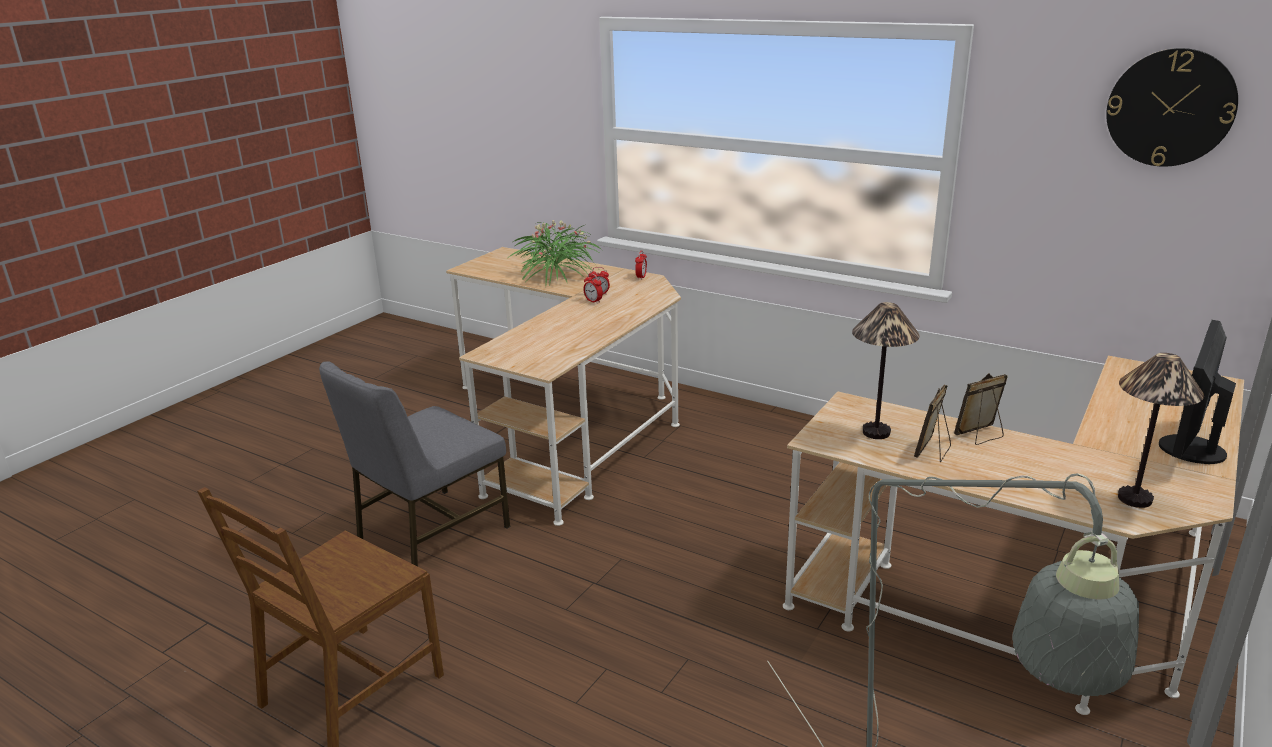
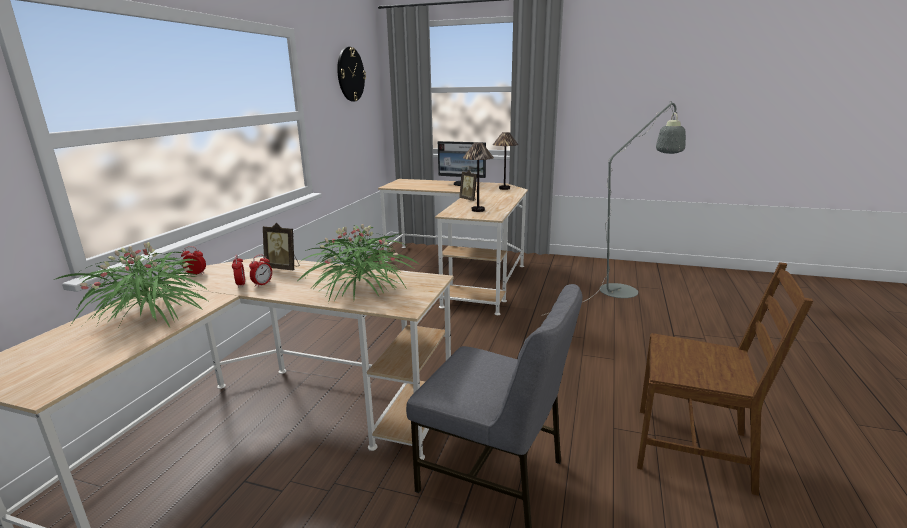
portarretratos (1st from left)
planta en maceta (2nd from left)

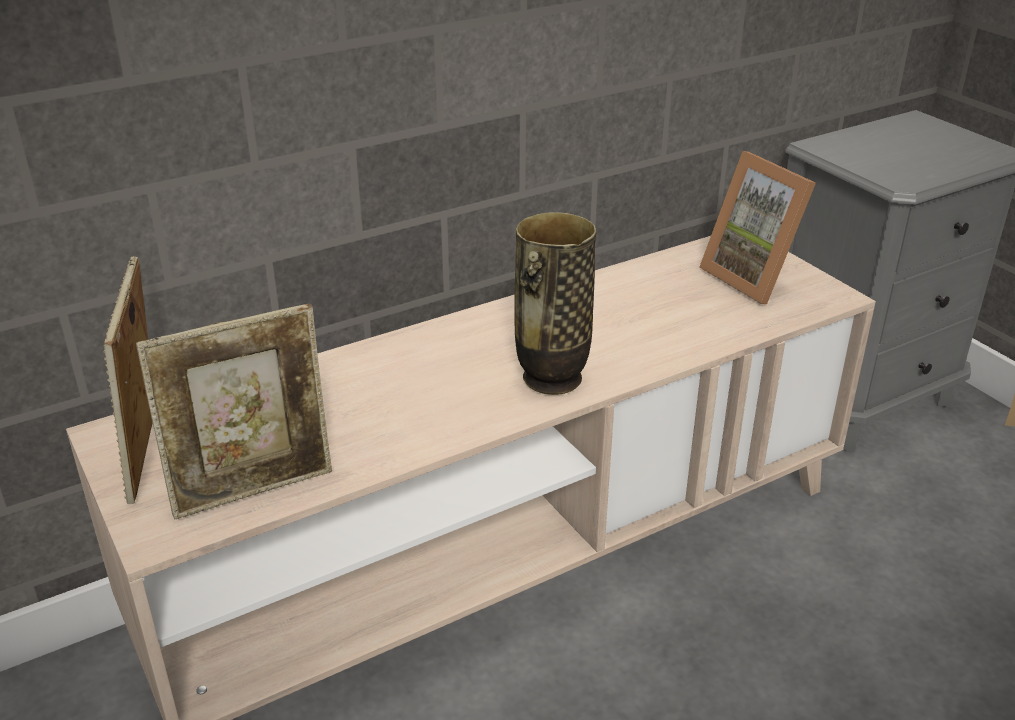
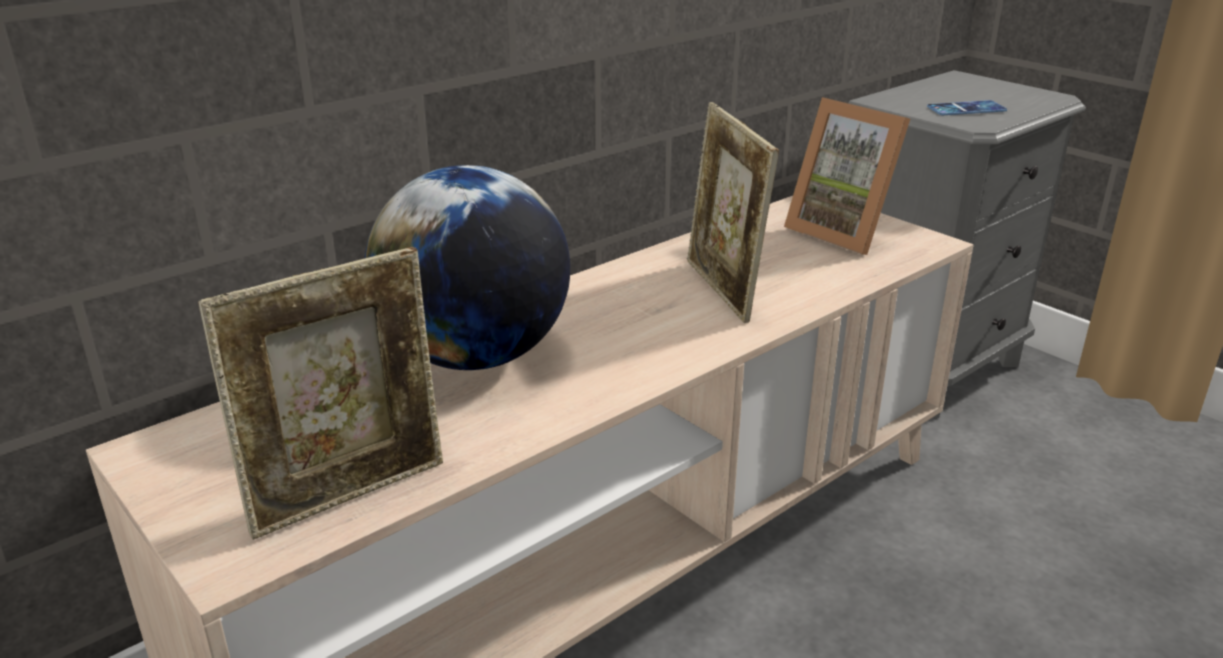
portarretratos (2nd from left)
florero
globo terráqueo
móvil

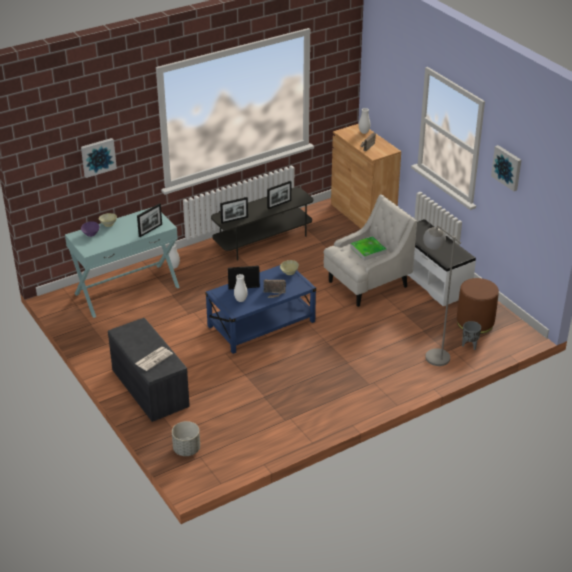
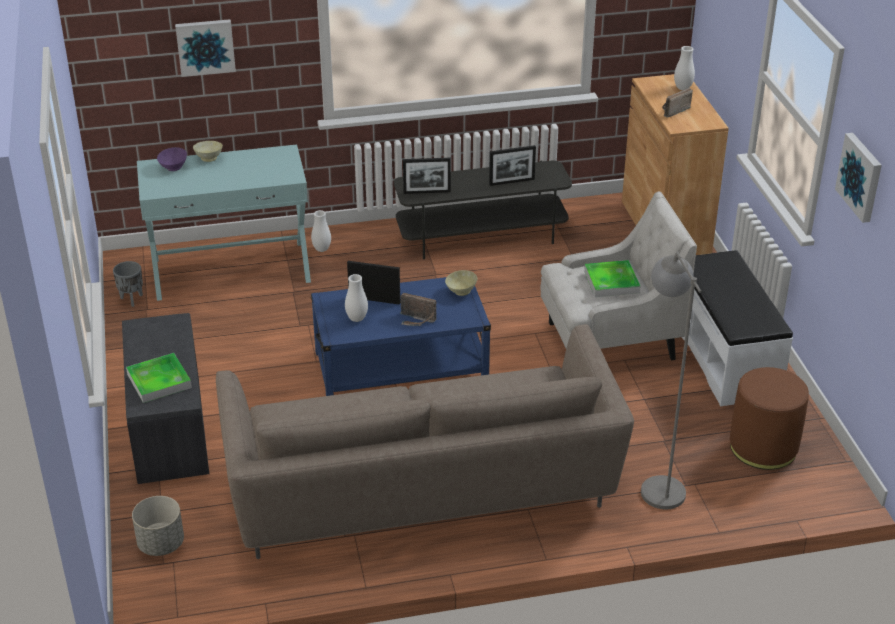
bandeja (1st from left)
portarretratos (1st from left in the first image)
maceta/gris (1st from left)
sofá/beis

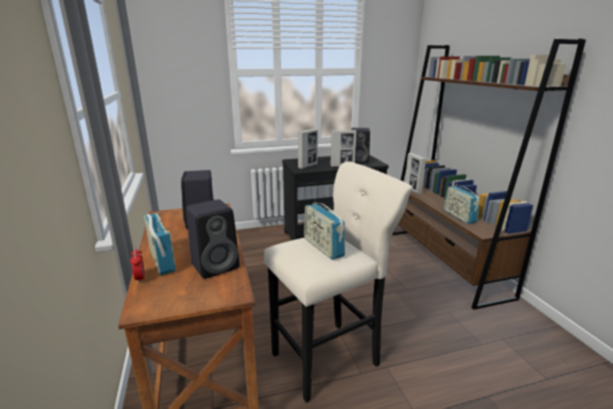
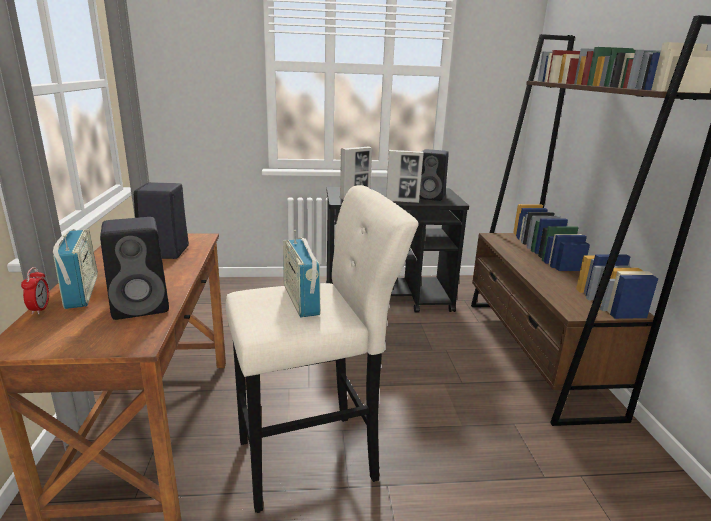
portarretratos (3rd from left in the first image)
radio (3rd from left in the first image)

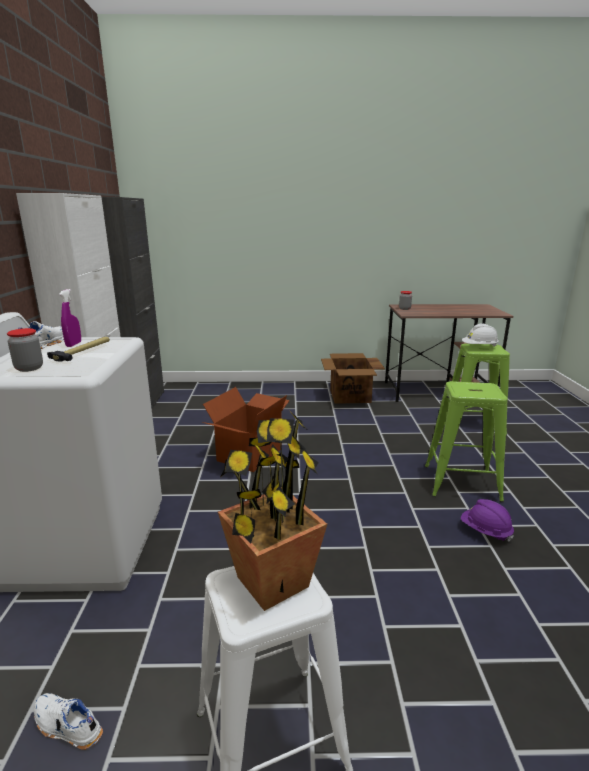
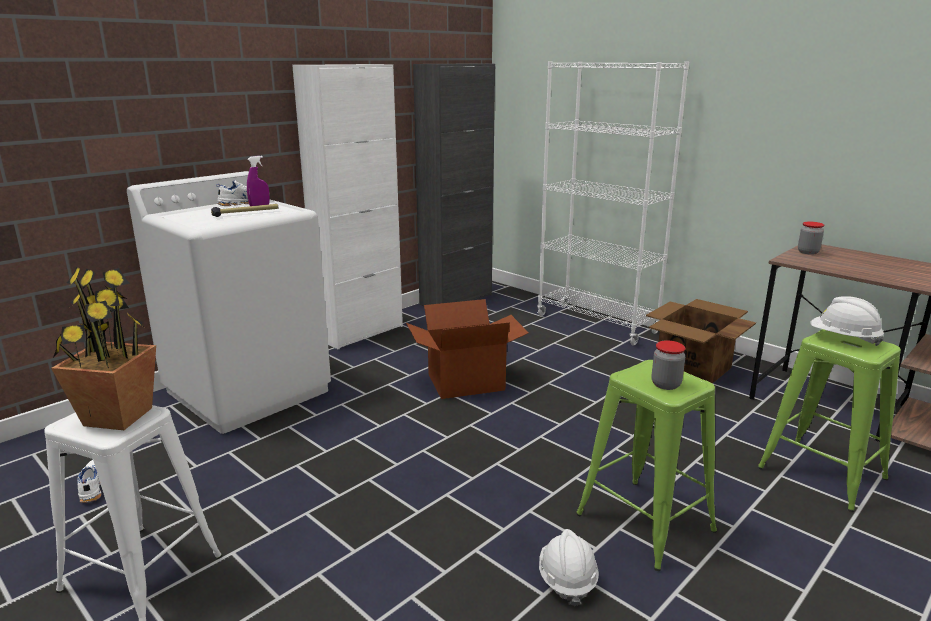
tarro (1st from left)
casco/blanco (1st from left)
estantería/blanco

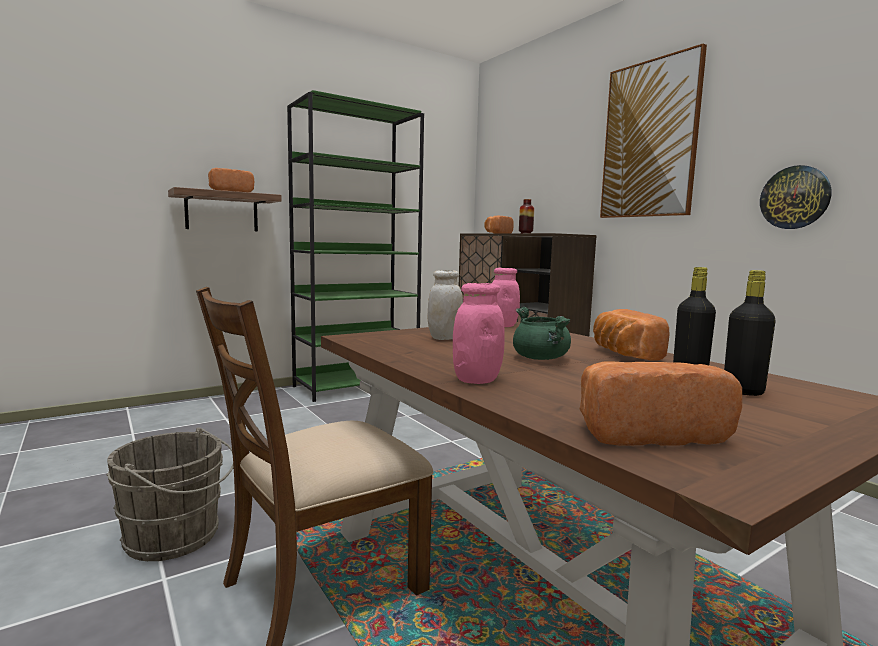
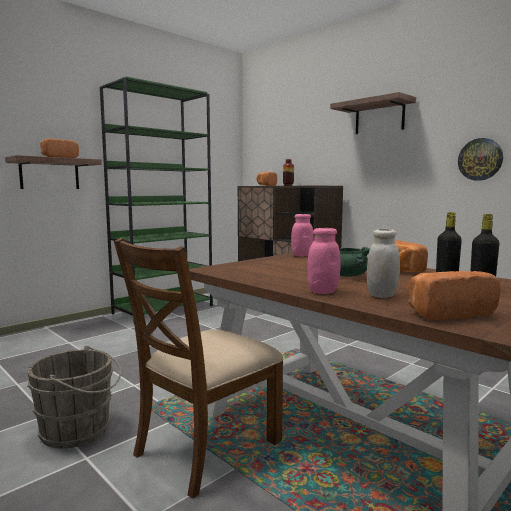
tarro/blanco
estante (2nd from left)

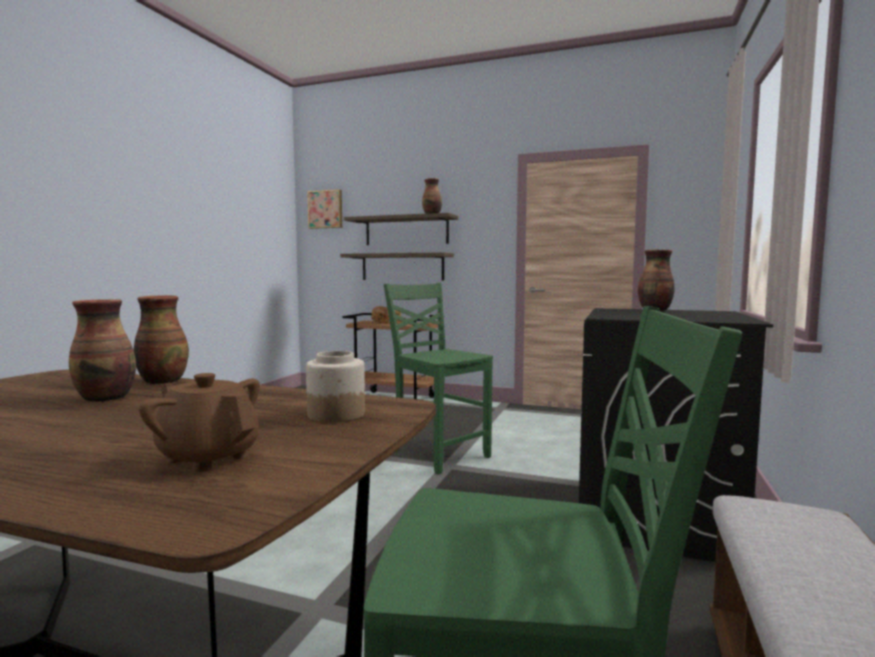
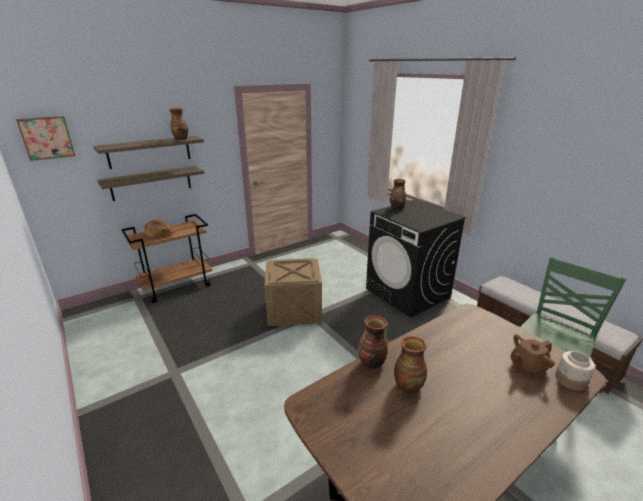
tarro
caja de embalaje

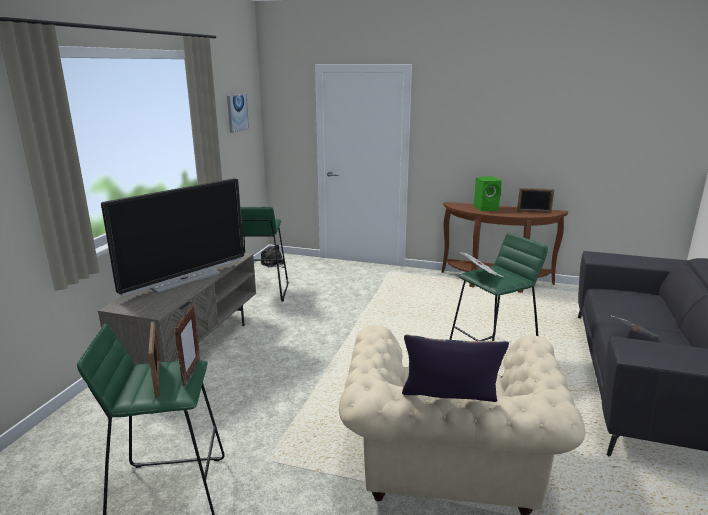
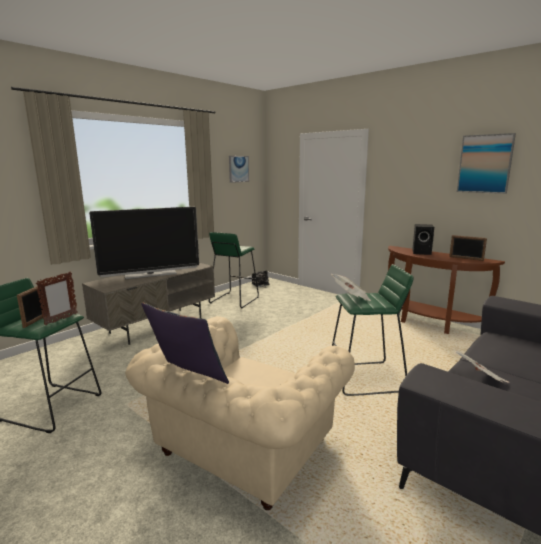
altavoz/negro
cuadro (2nd from left)

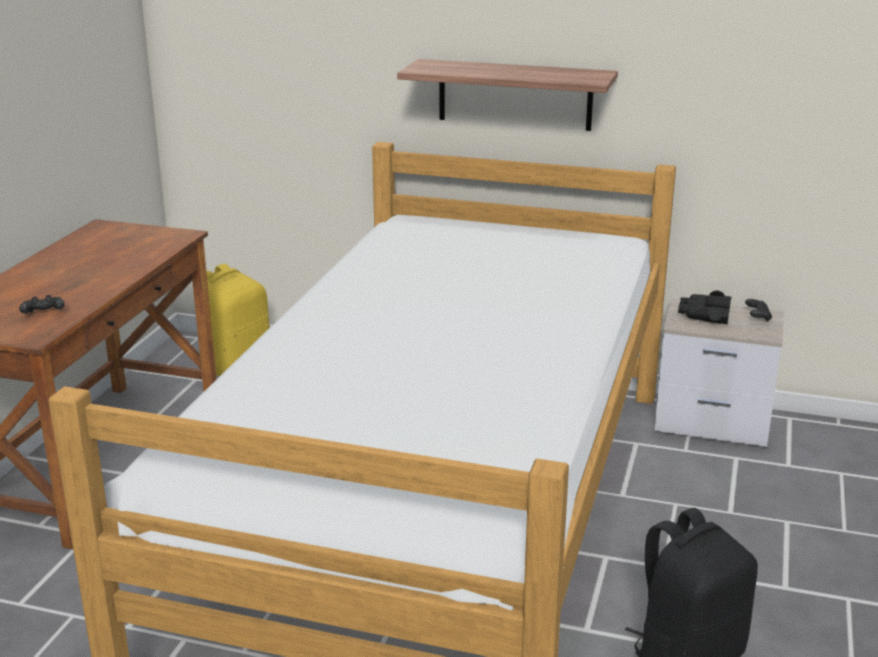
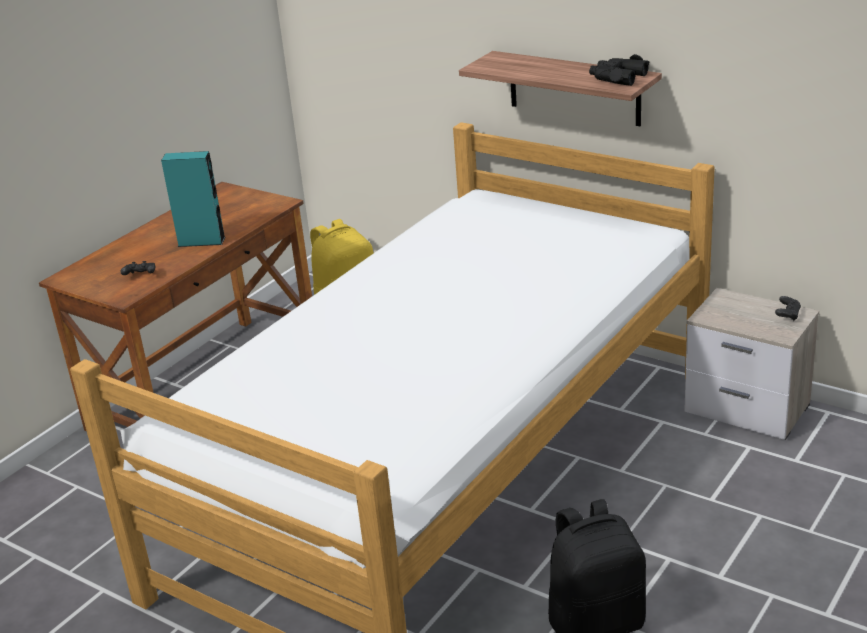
prismáticos/negro
altavoz/turquesa

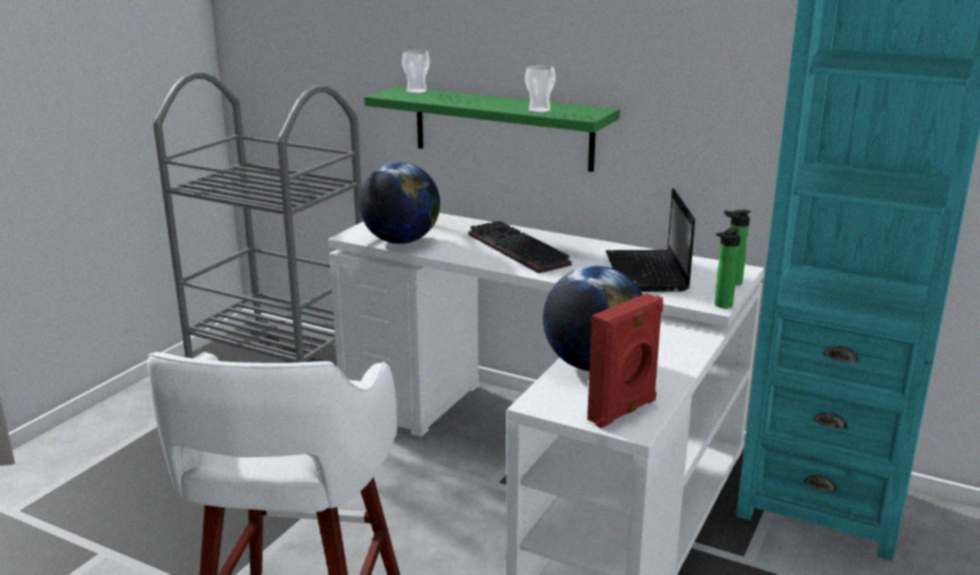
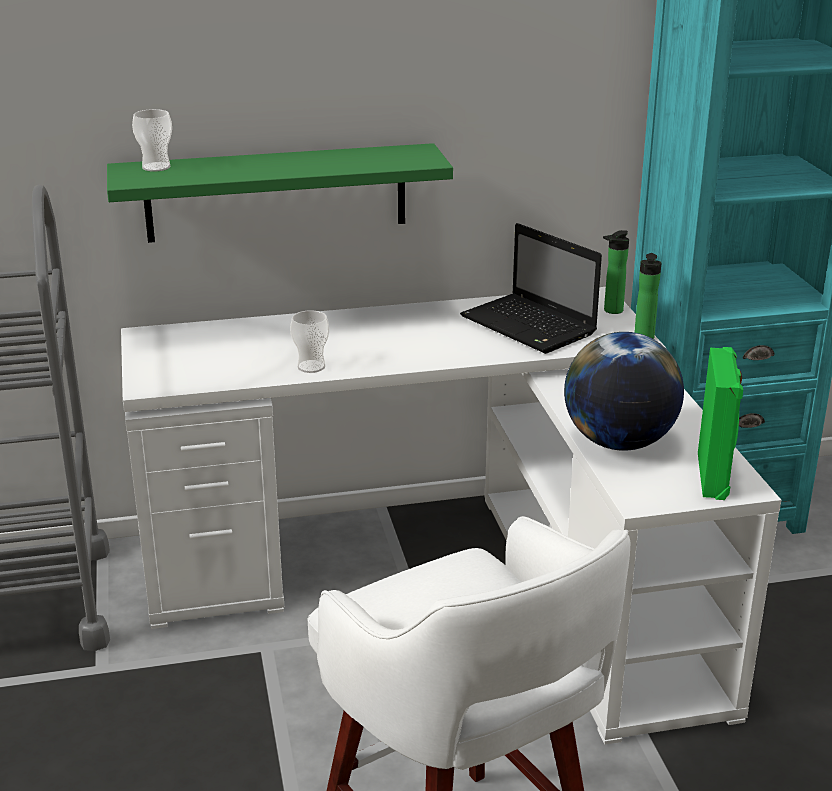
globo terráqueo (1st from left in the first image)
teclado
taza (2nd from left)
altavoz/verde

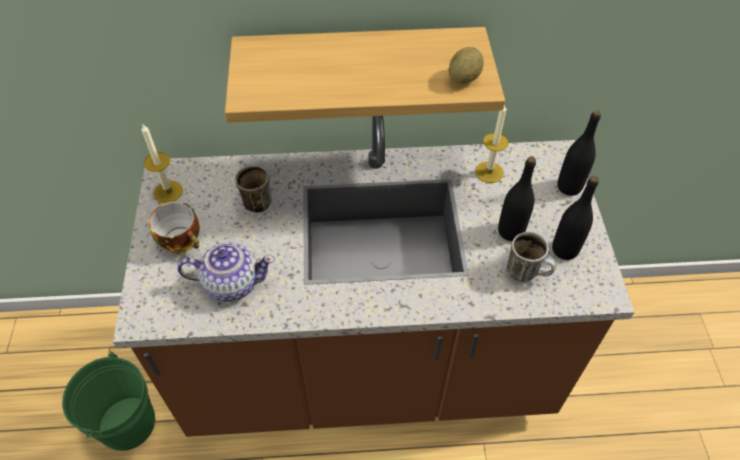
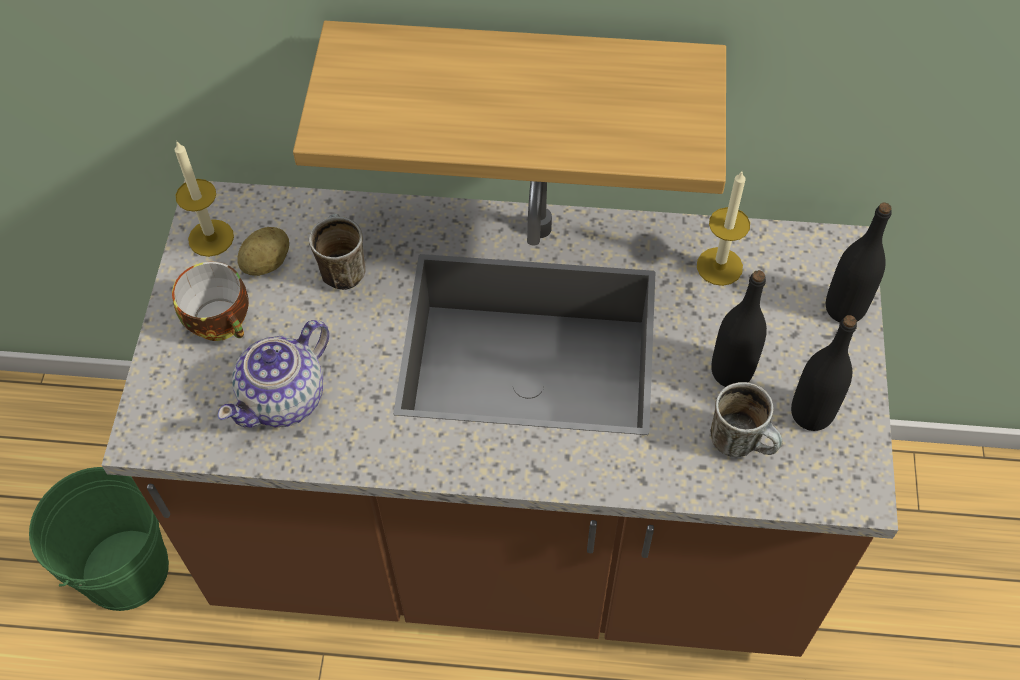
tetera
patata

